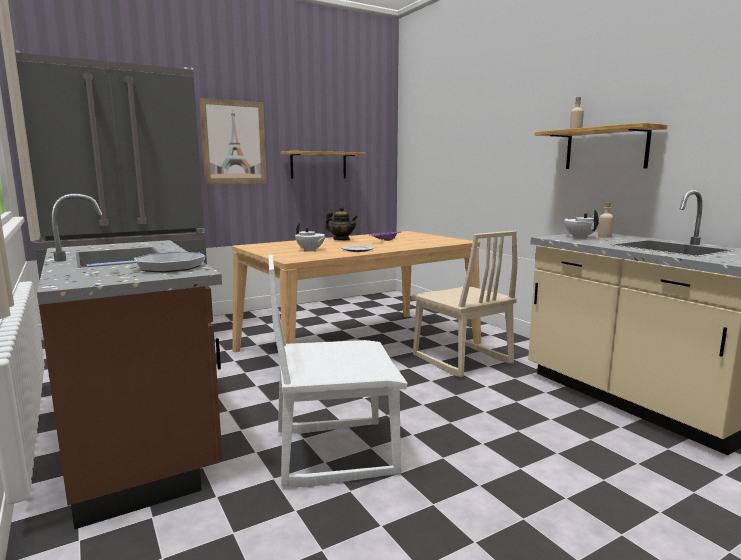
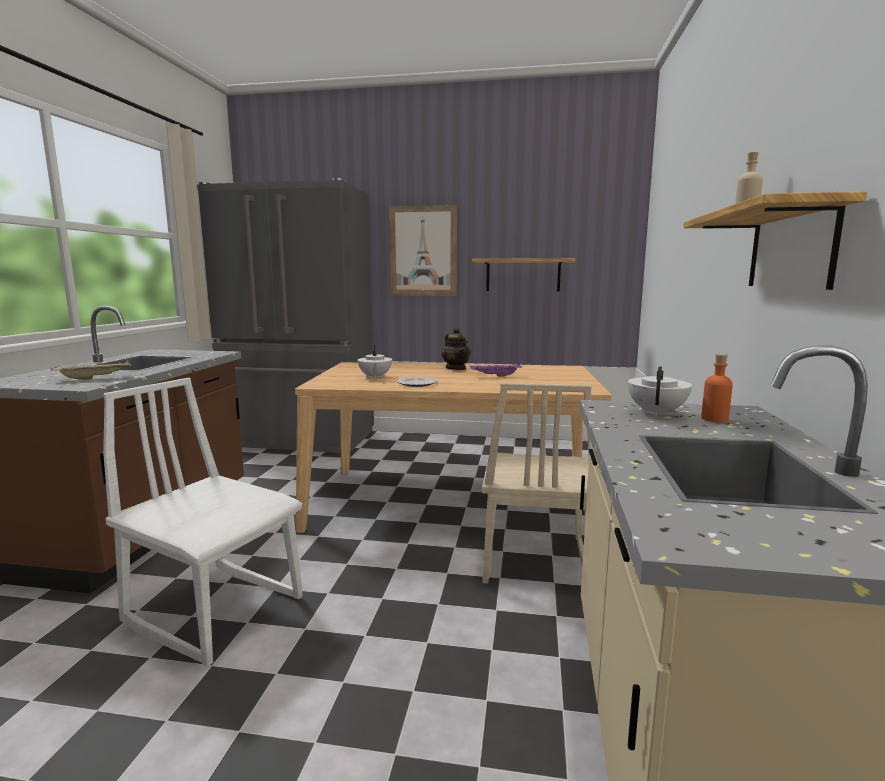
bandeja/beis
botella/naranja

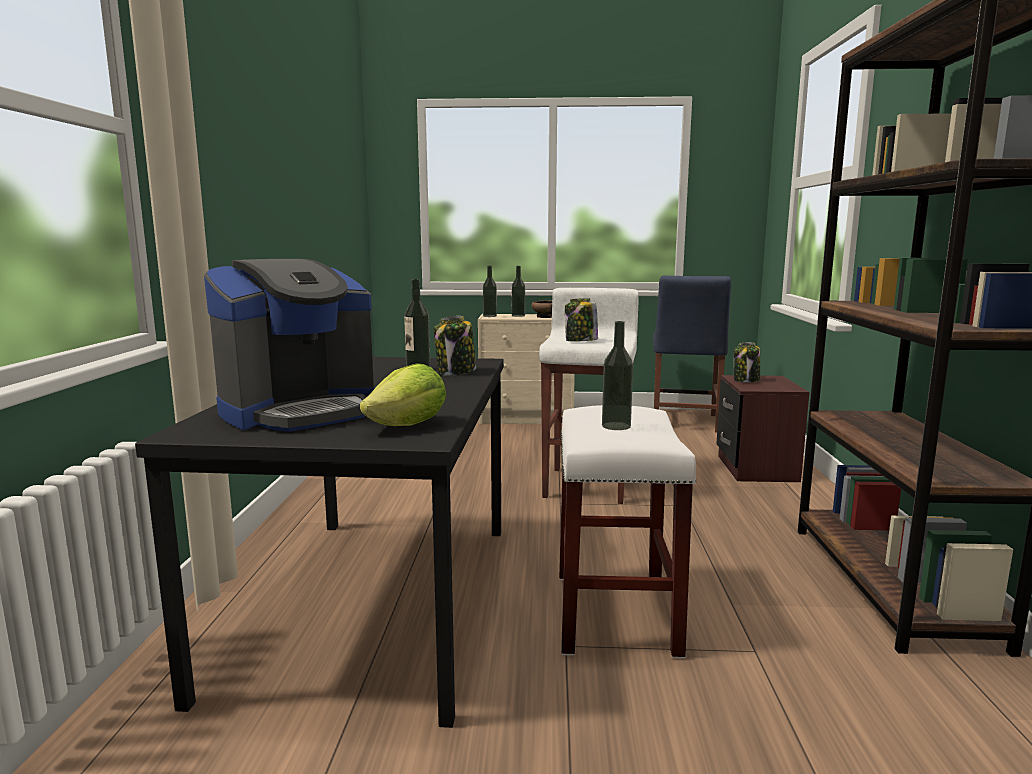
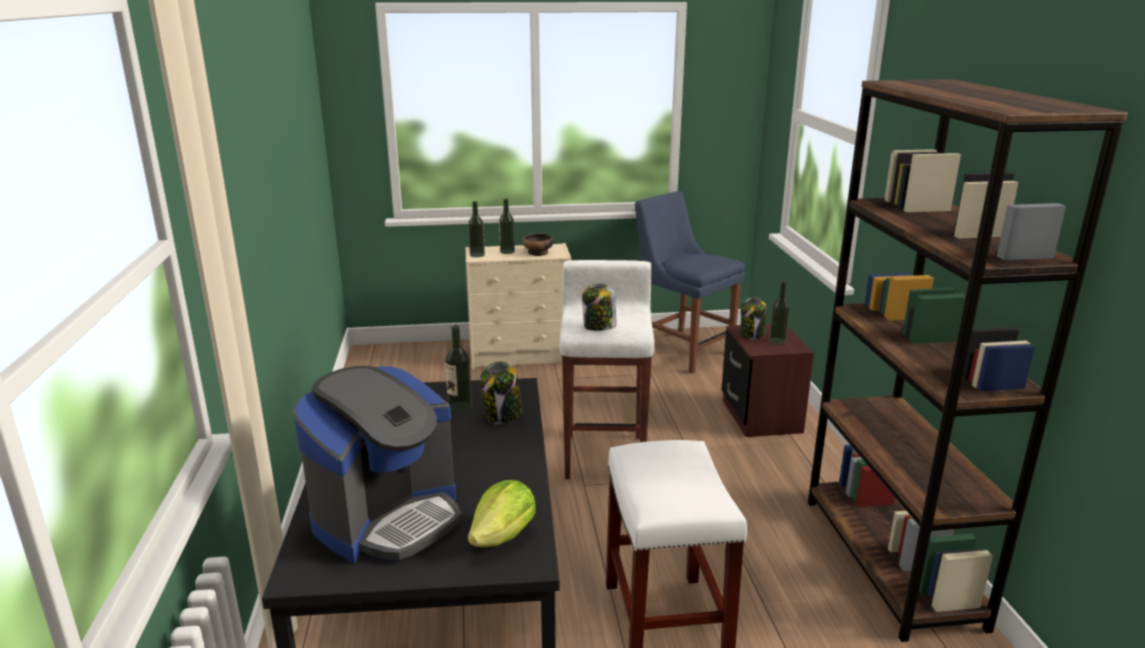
botella (4th from left)
silla/azul

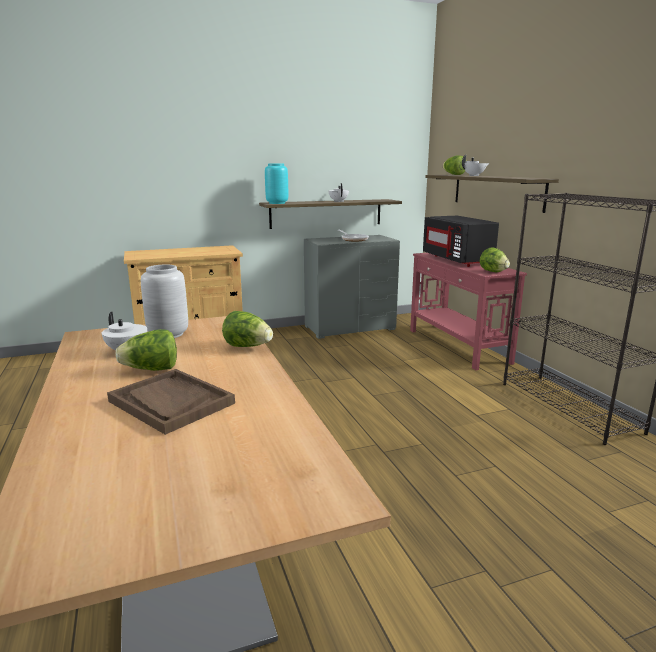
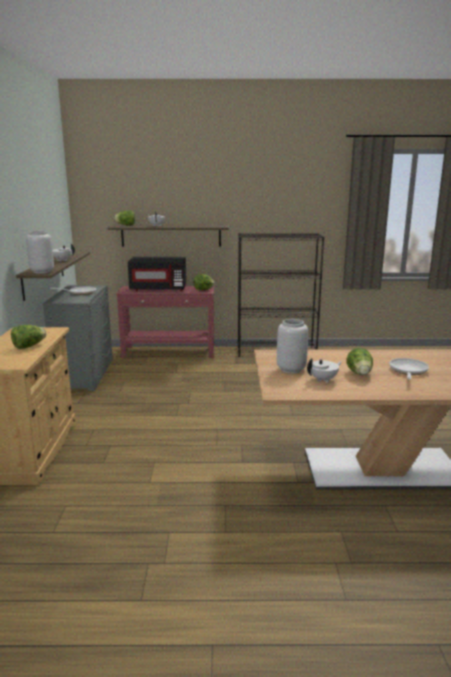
sartén (2nd from left)
lechuga (1st from left)
florero/gris (1st from left)

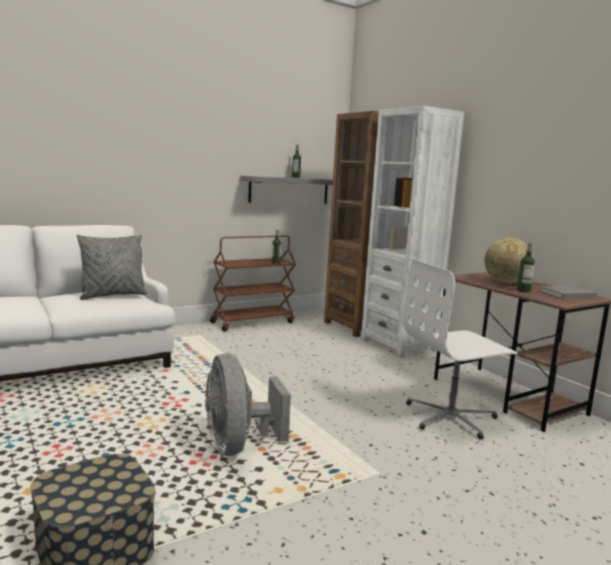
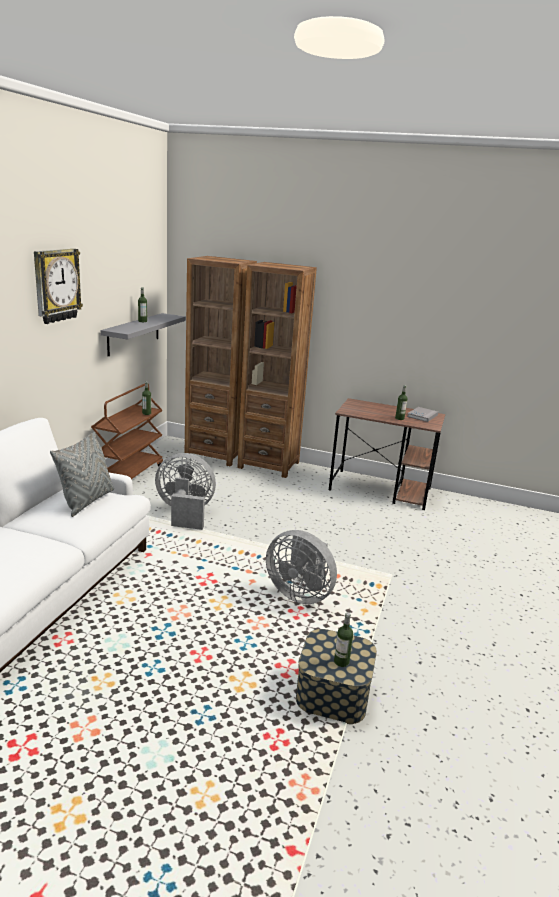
estantería/marrón (2nd from left)
silla de oficina/blanco
globo terráqueo
reloj de pared
ventilador/gris (1st from left)
botella (3rd from left)

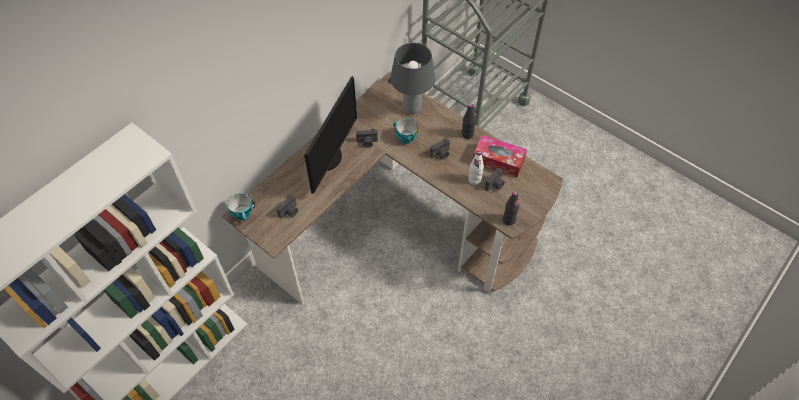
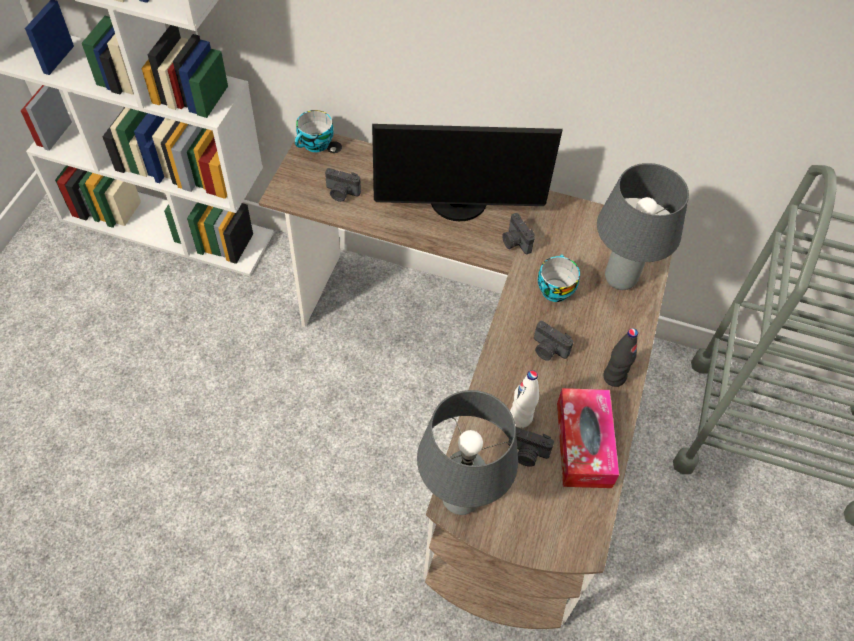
lámpara de mesa/gris (1st from left)

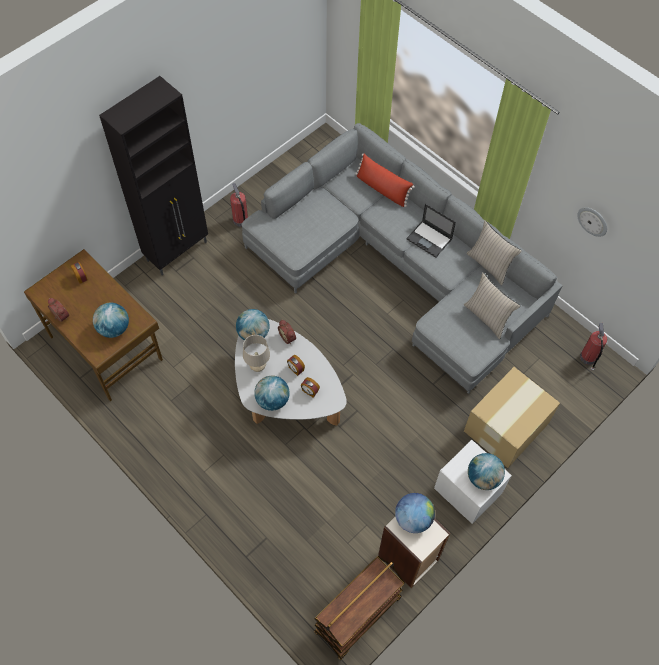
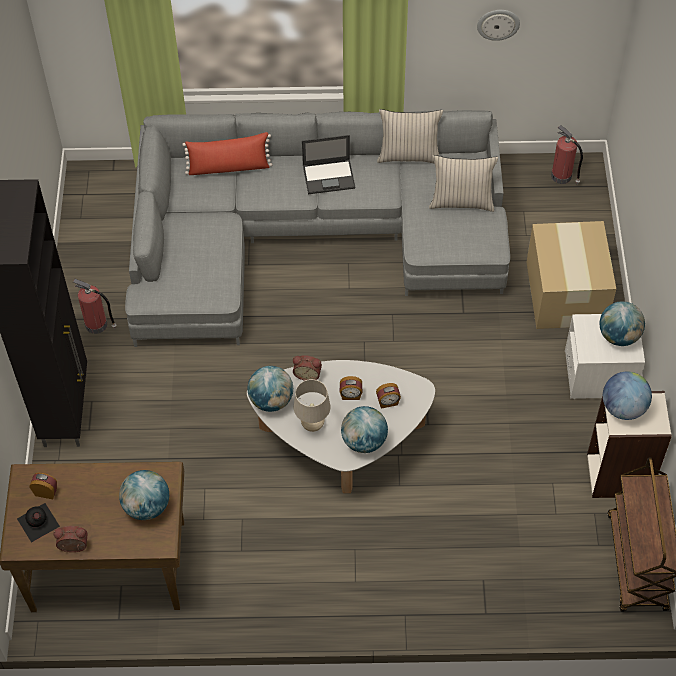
botella/negro

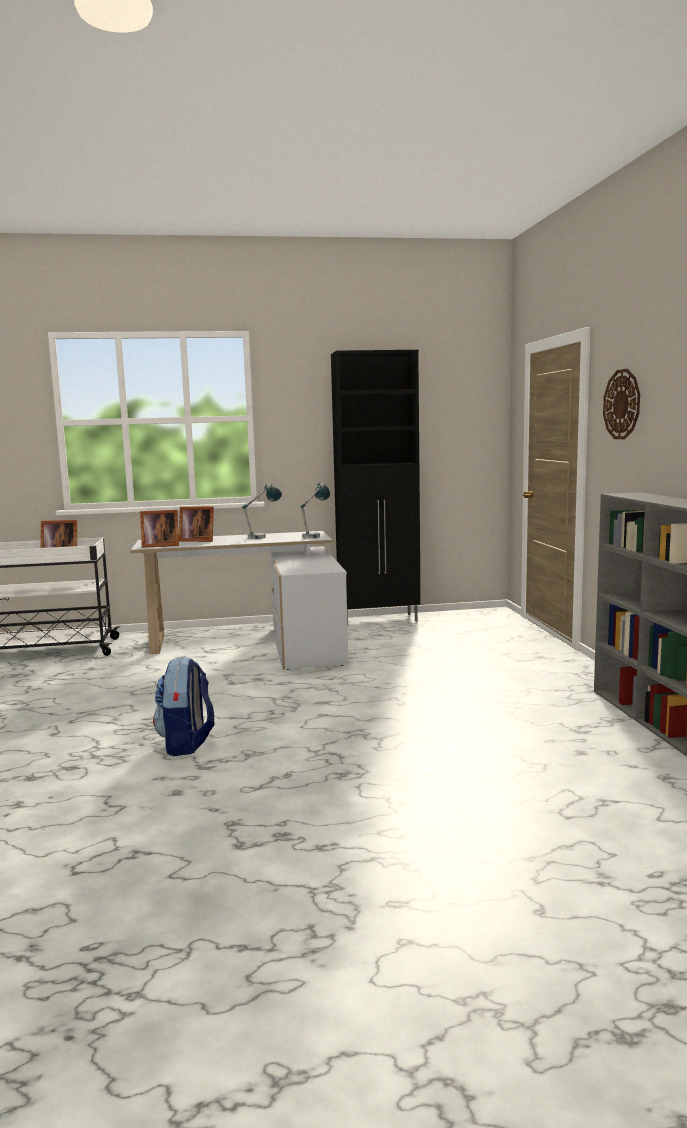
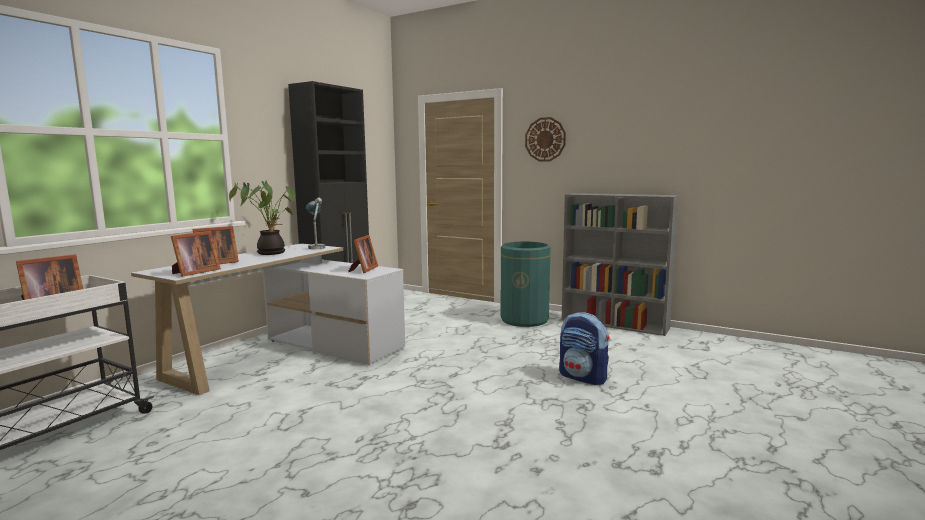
mochila
planta en maceta
portarretratos (4th from left)
papelera/verde

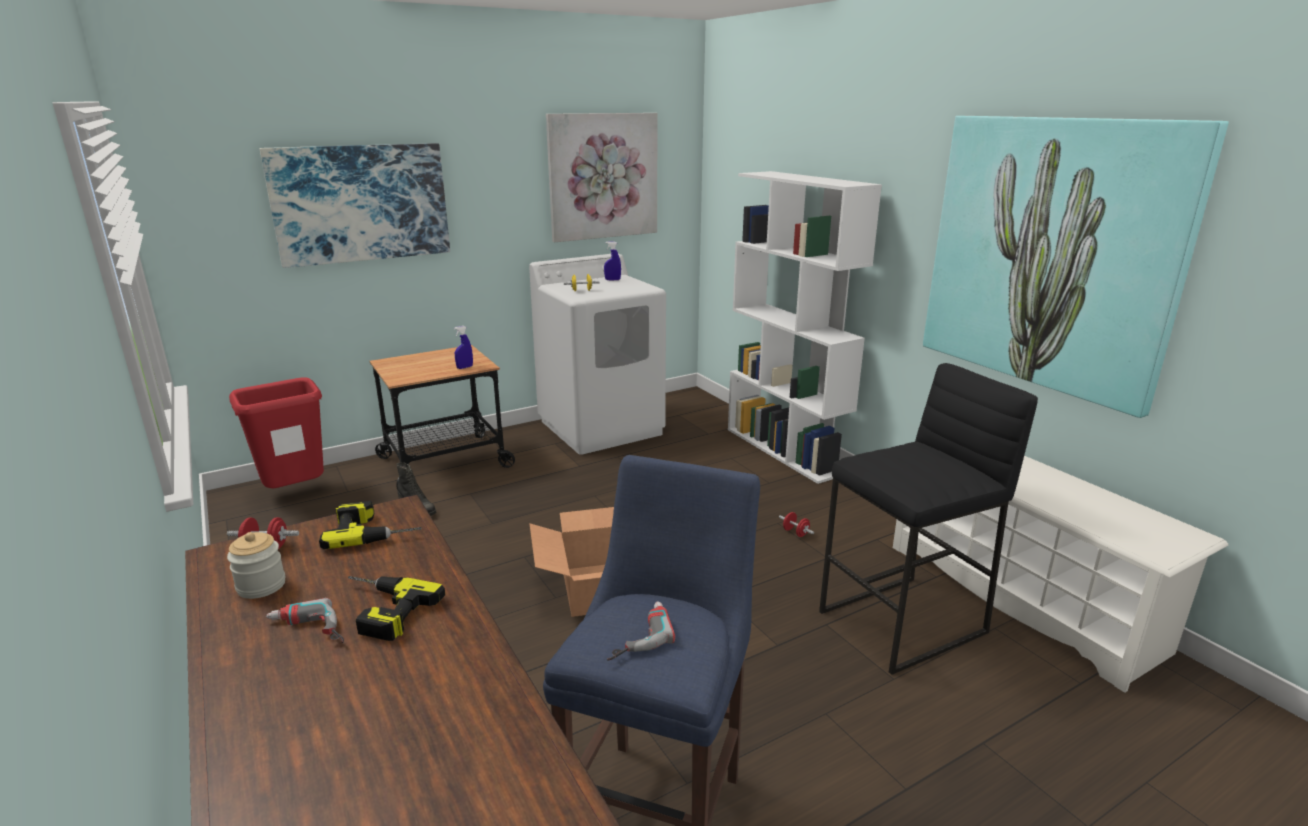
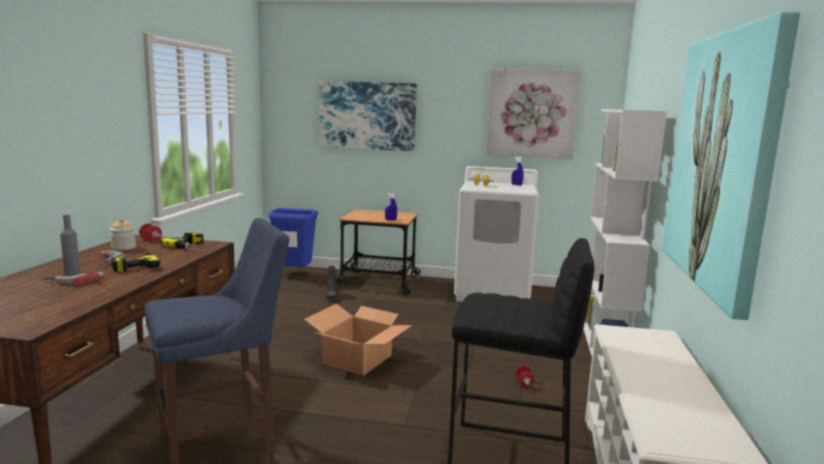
papelera/azul
taladro (1st from left)
botella/gris

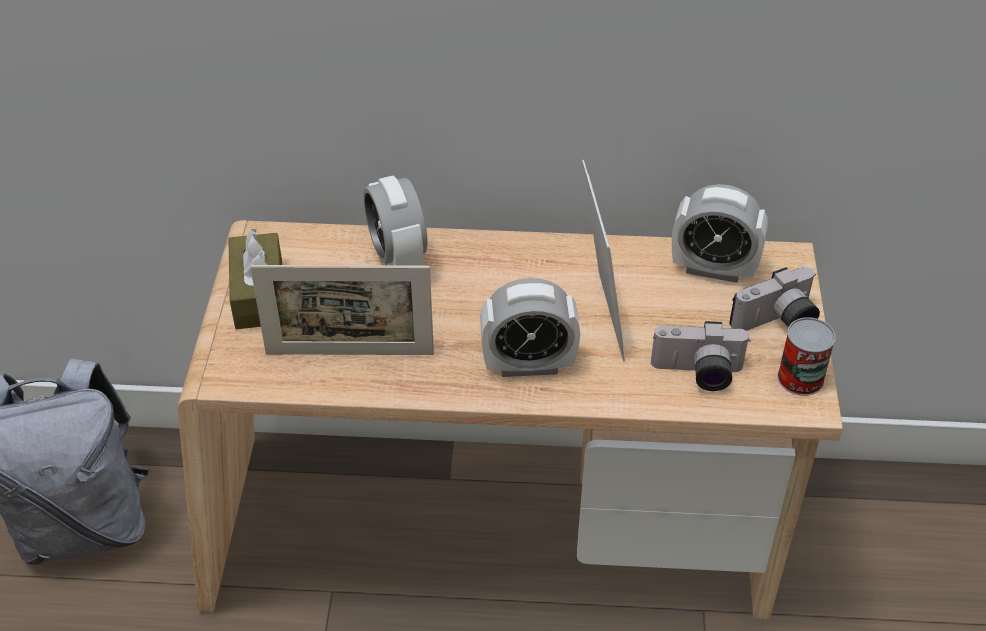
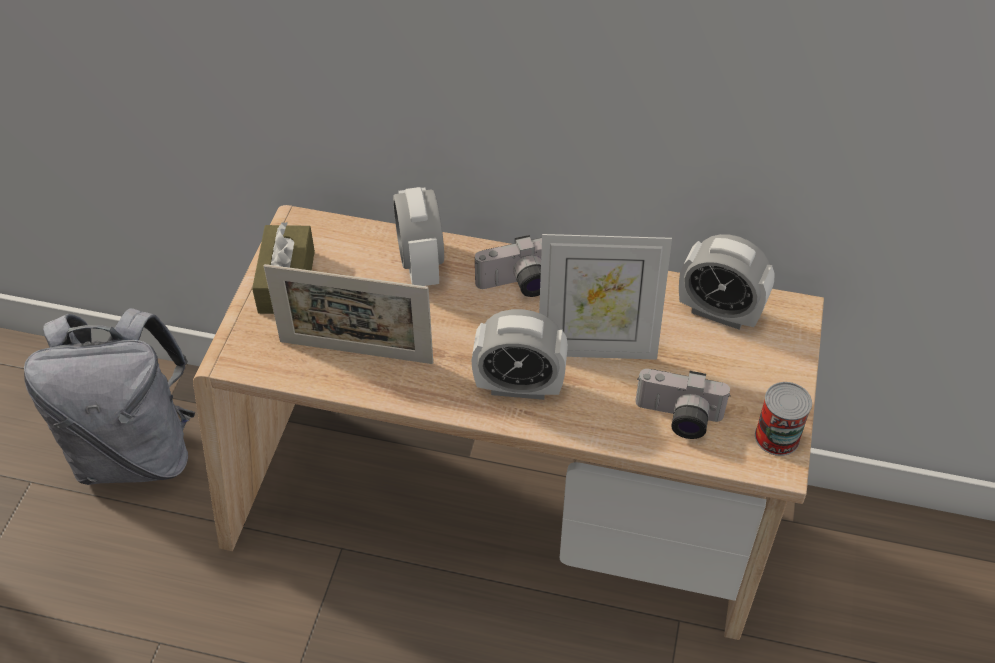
portarretratos (2nd from left)
cámara (1st from left)

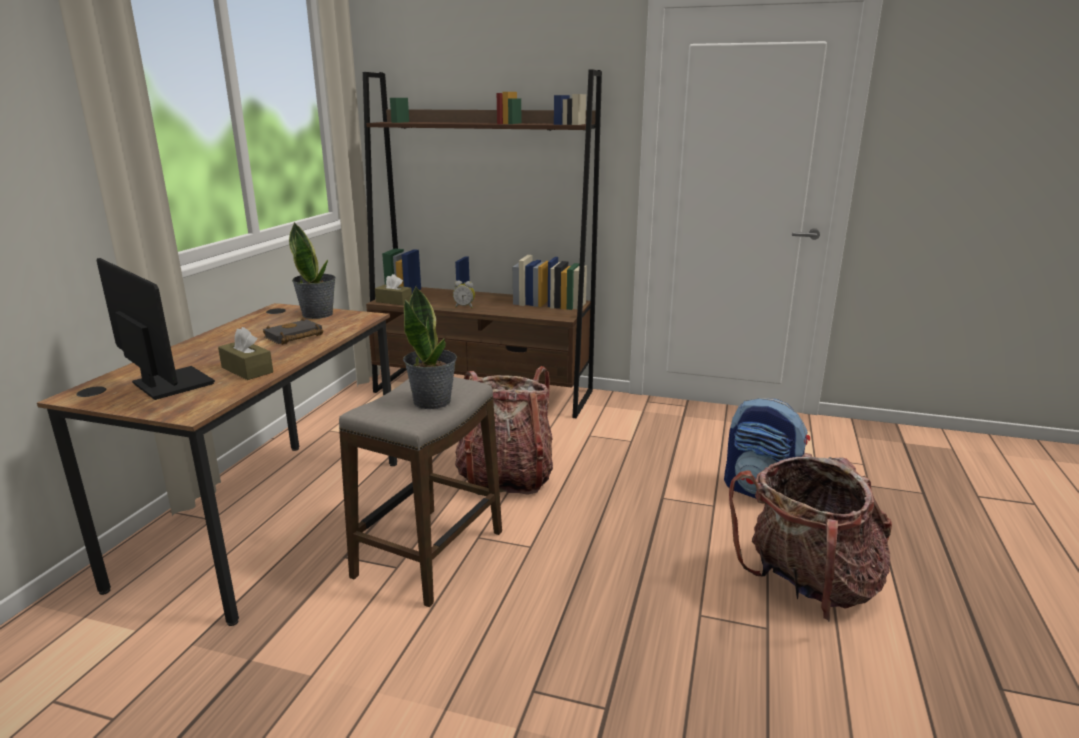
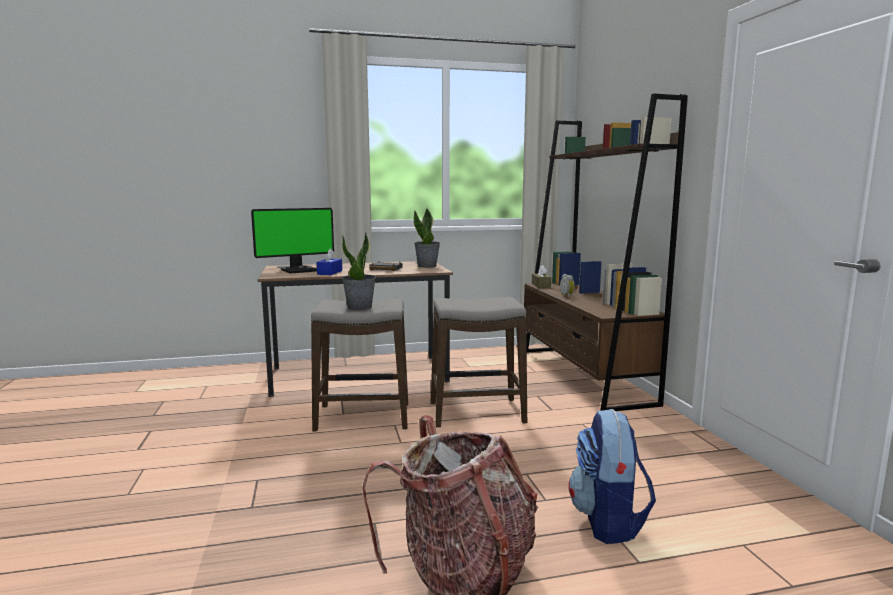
monitor
caja de pañuelos/azul
taburete (2nd from left)

